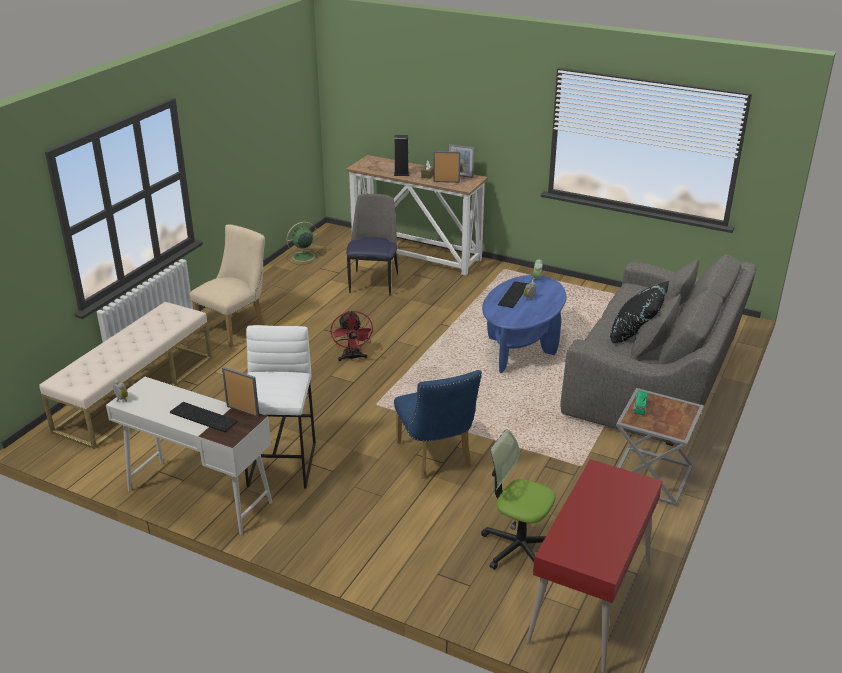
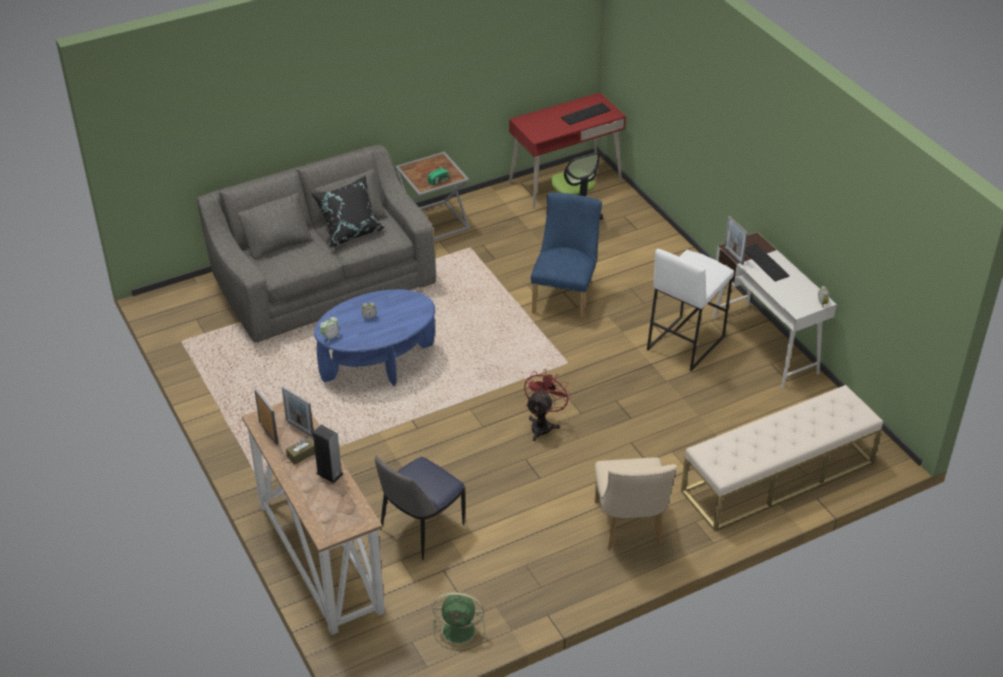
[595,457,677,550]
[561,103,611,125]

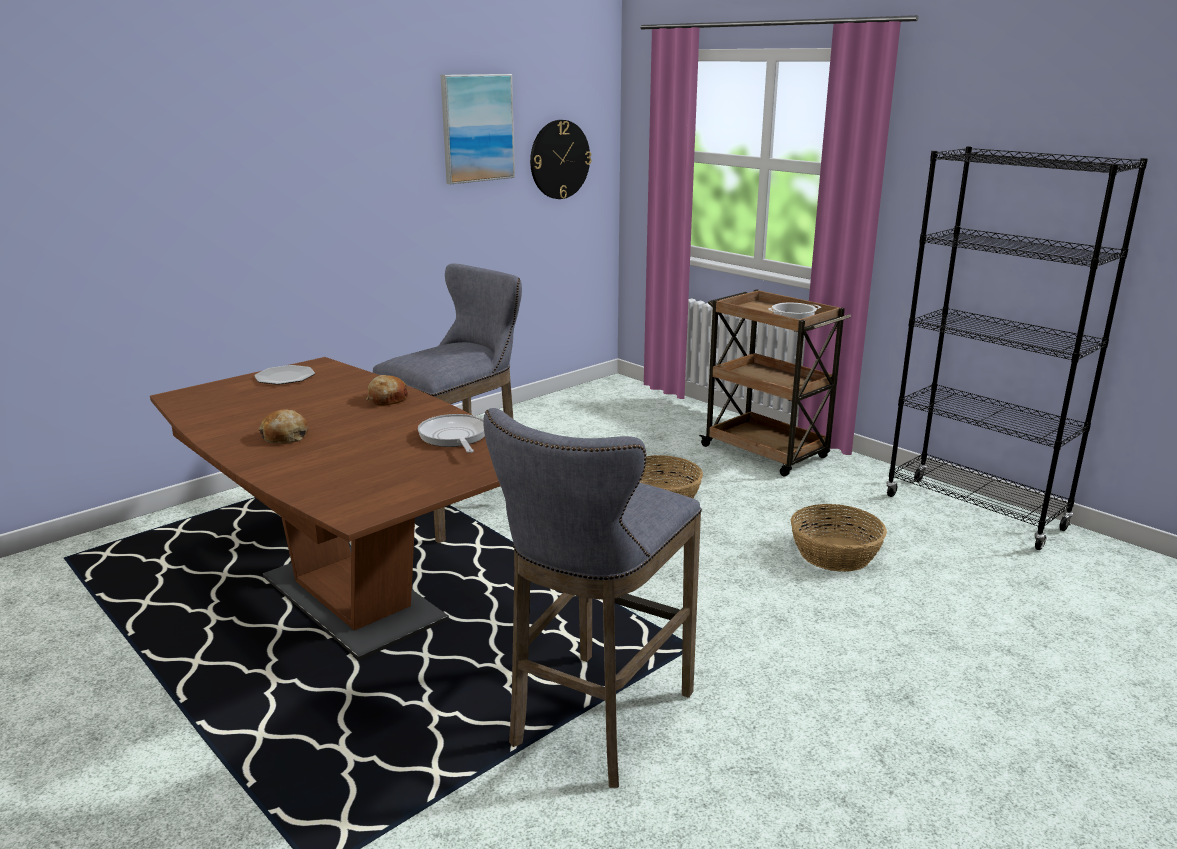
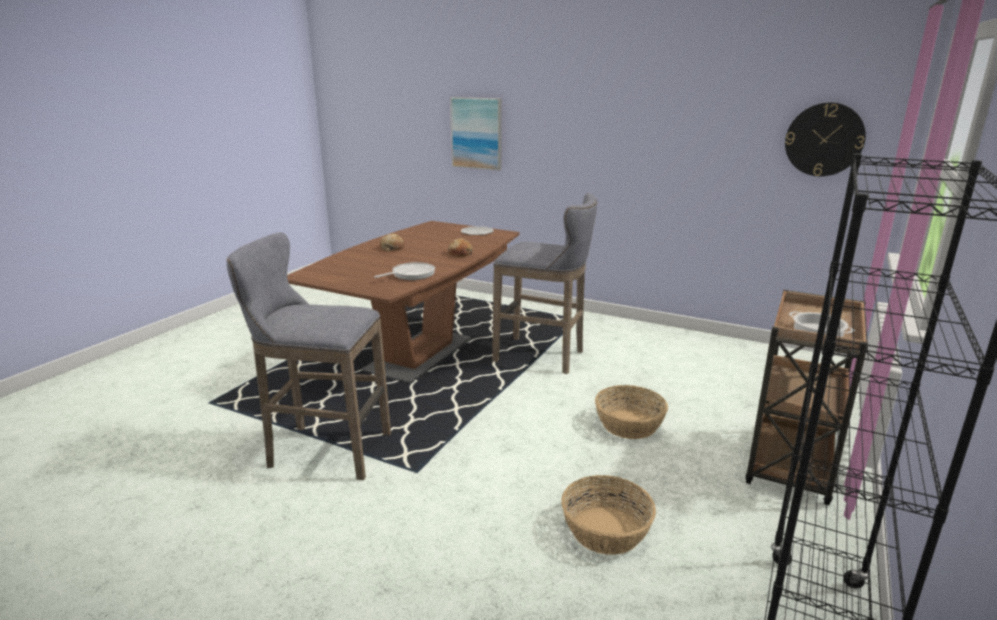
[450,97,501,171]

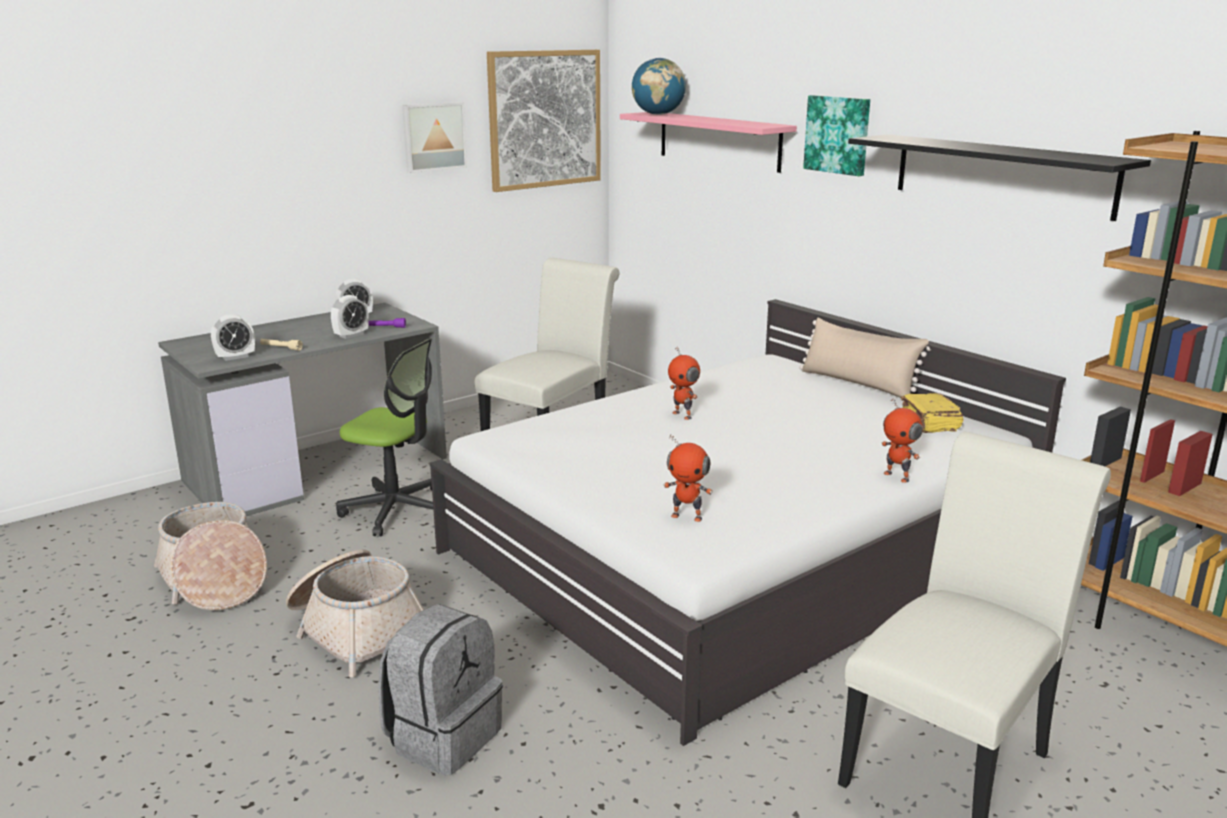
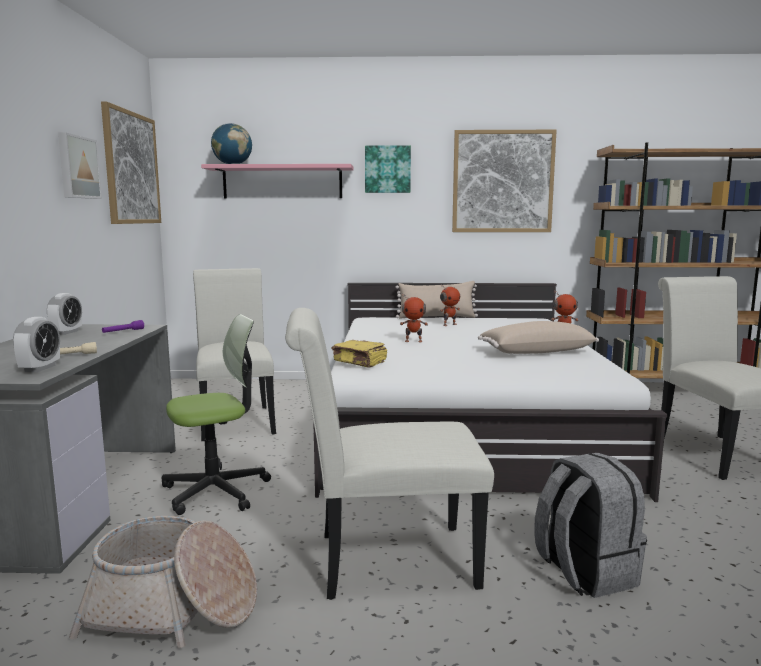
[452,130,557,232]
[331,295,369,339] (first image)
[332,340,387,367]
[439,285,460,326]
[285,308,494,600]
[478,321,599,354]

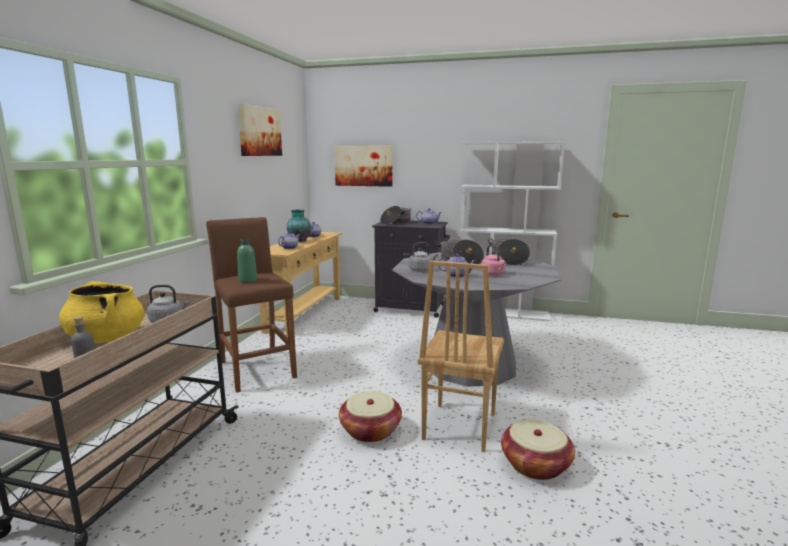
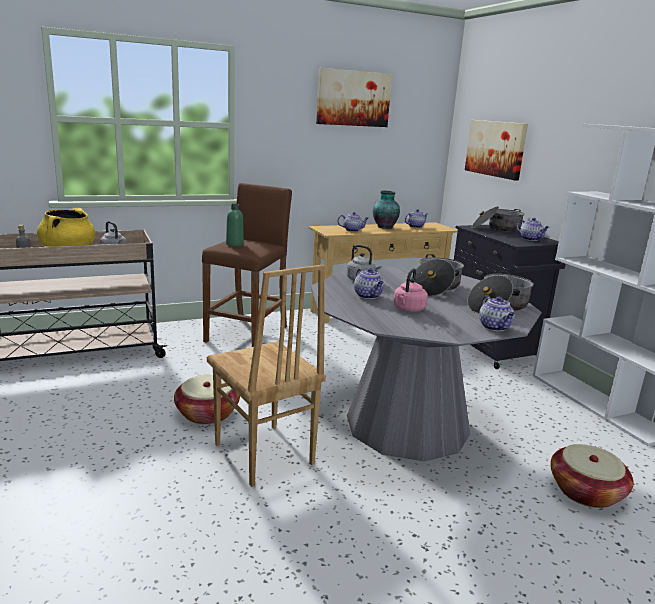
[207,265,326,487]
[550,444,634,508]
[479,295,515,331]

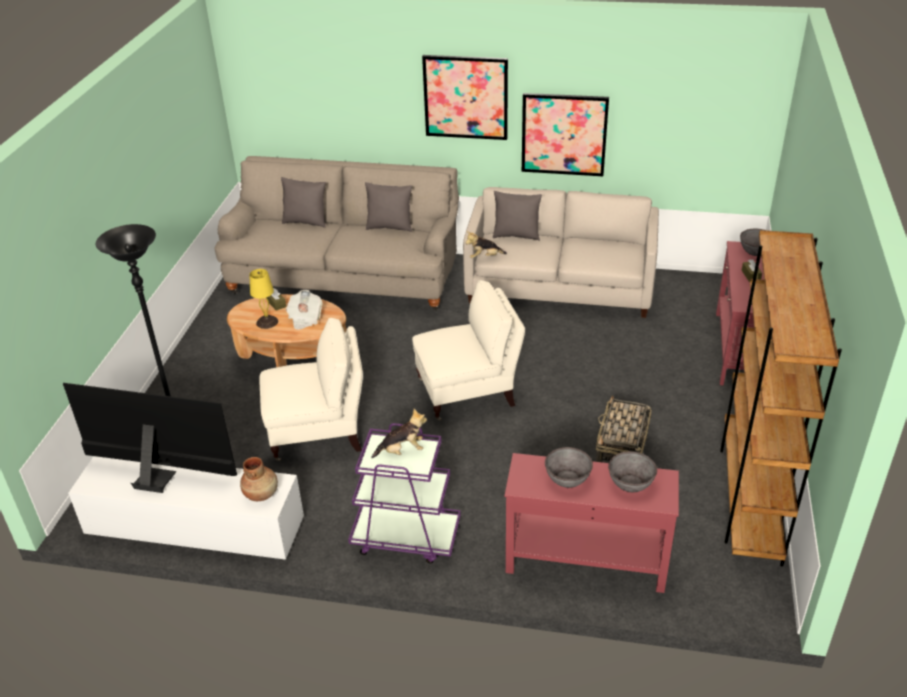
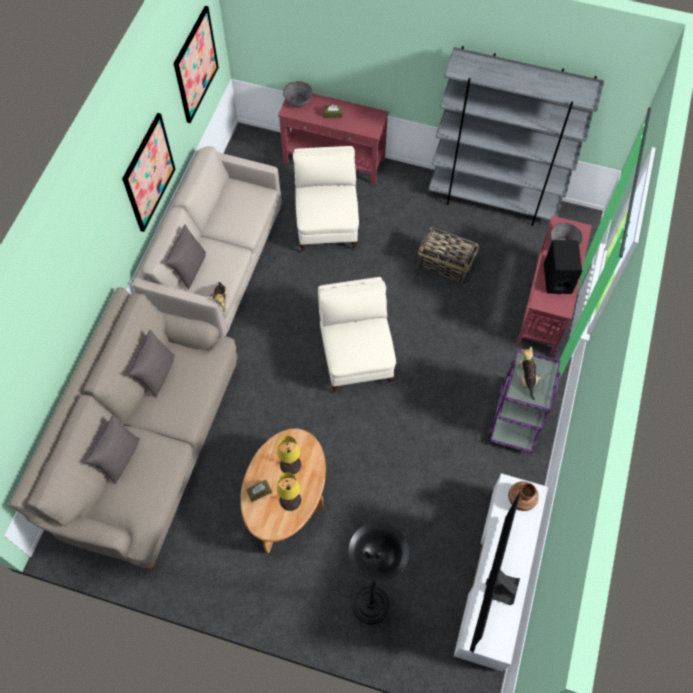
[174,6,219,123]
[429,46,604,226]
[277,436,301,475]
[293,146,359,252]
[544,240,582,294]

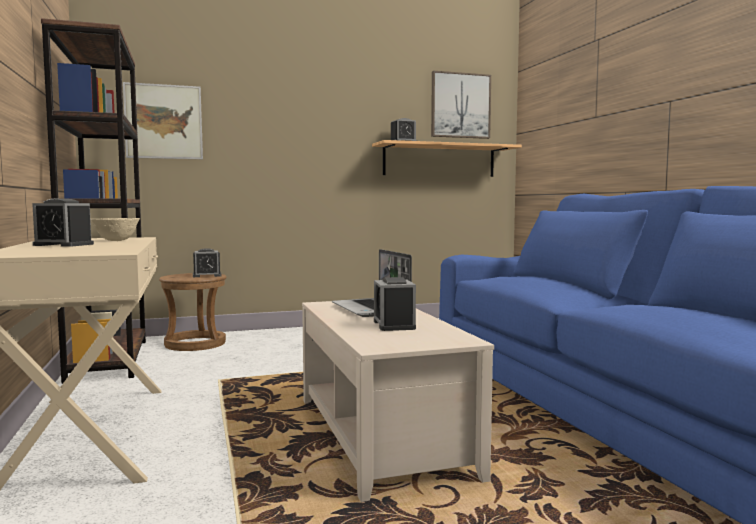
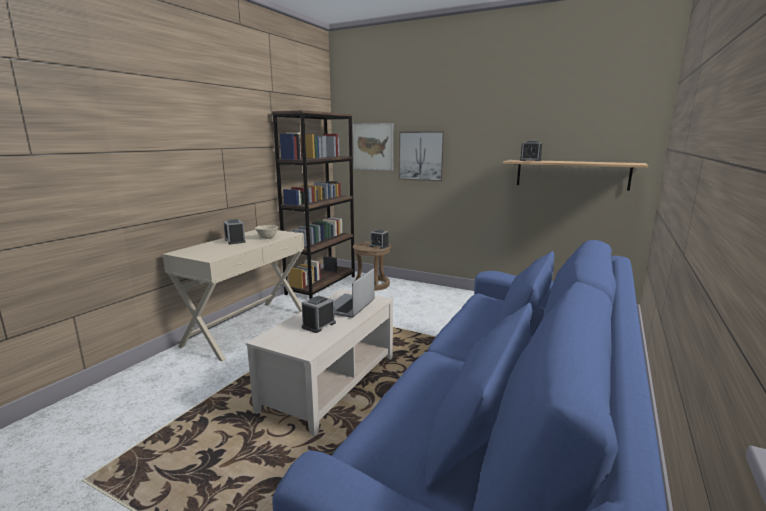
[398,131,445,181]

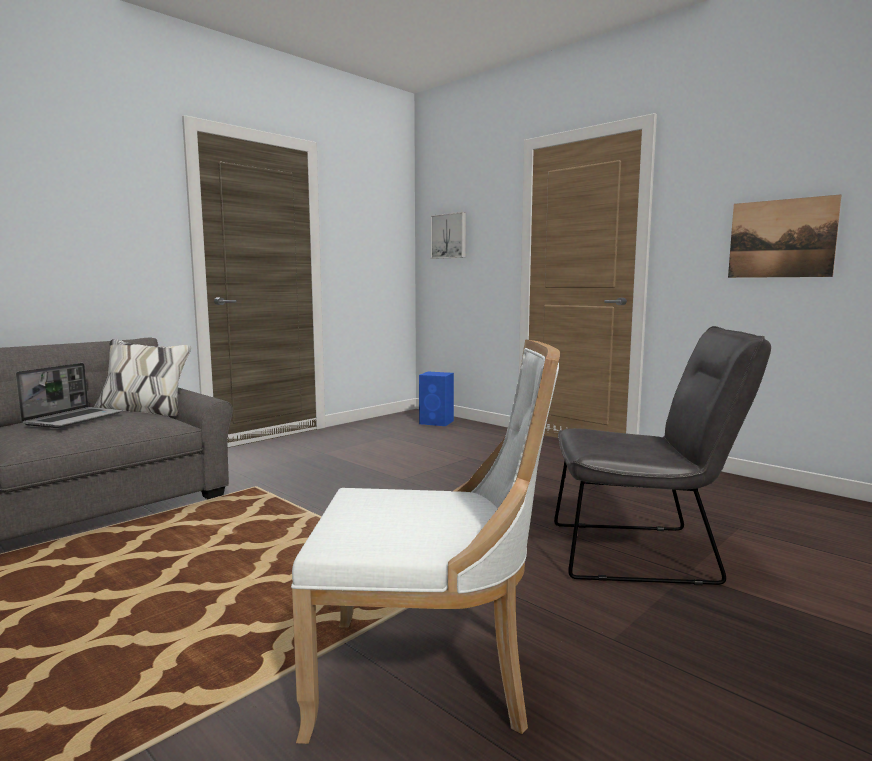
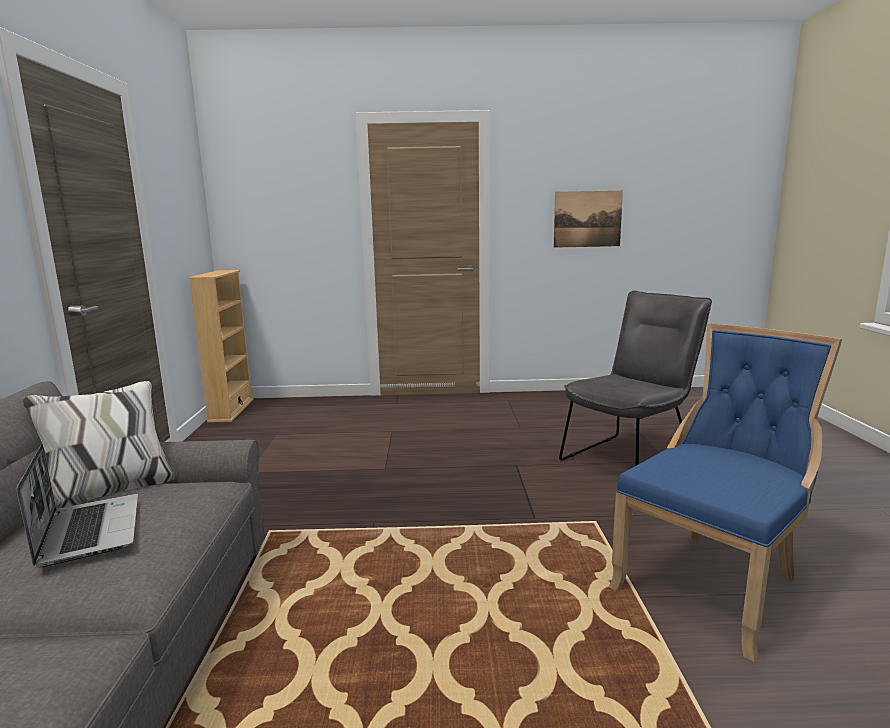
[431,212,466,259] (first image)
[609,324,842,662]
[419,372,454,426] (first image)
[189,270,254,423]

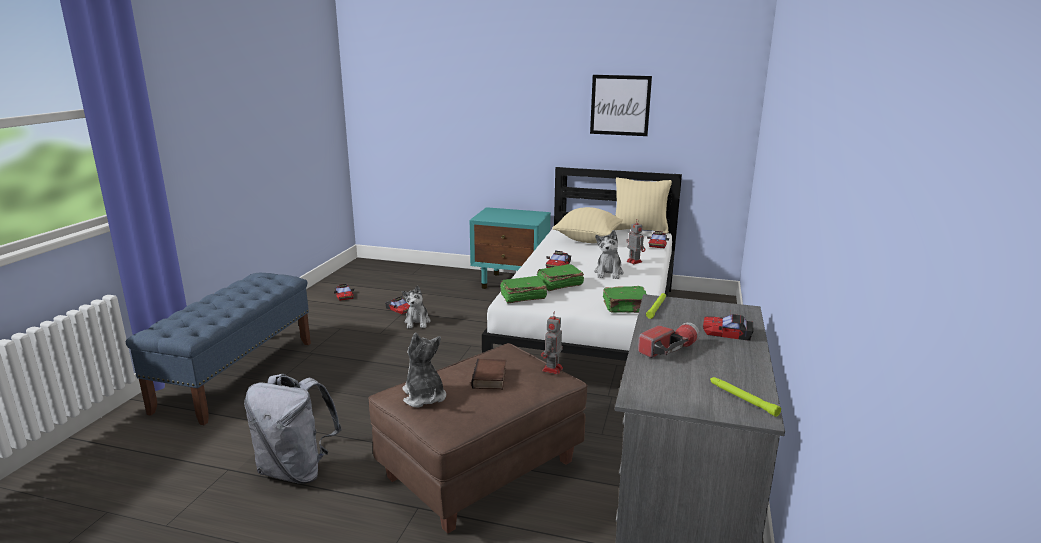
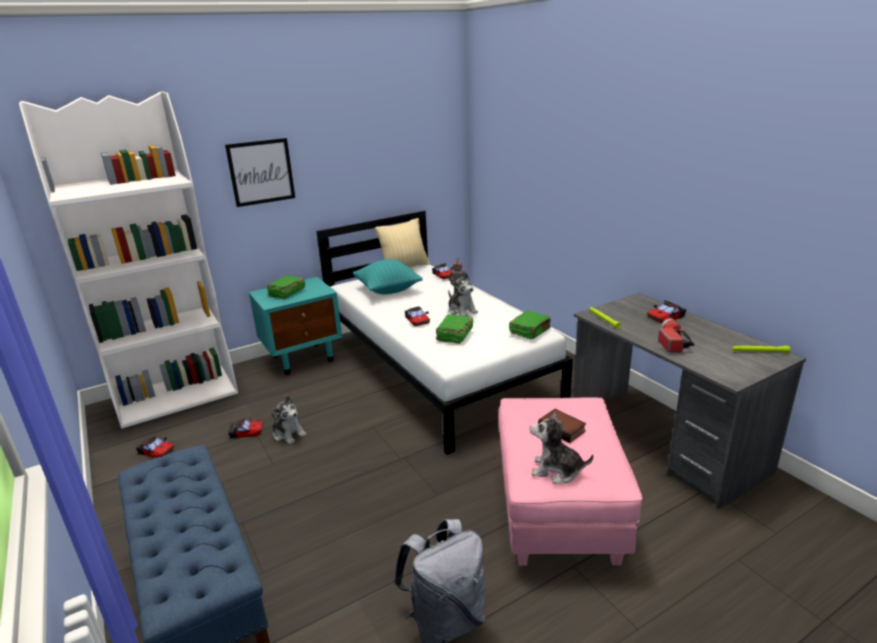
[225,138,295,207]
[353,259,422,294]
[267,275,305,299]
[541,311,563,374] (first image)
[498,397,642,565]
[19,91,238,428]

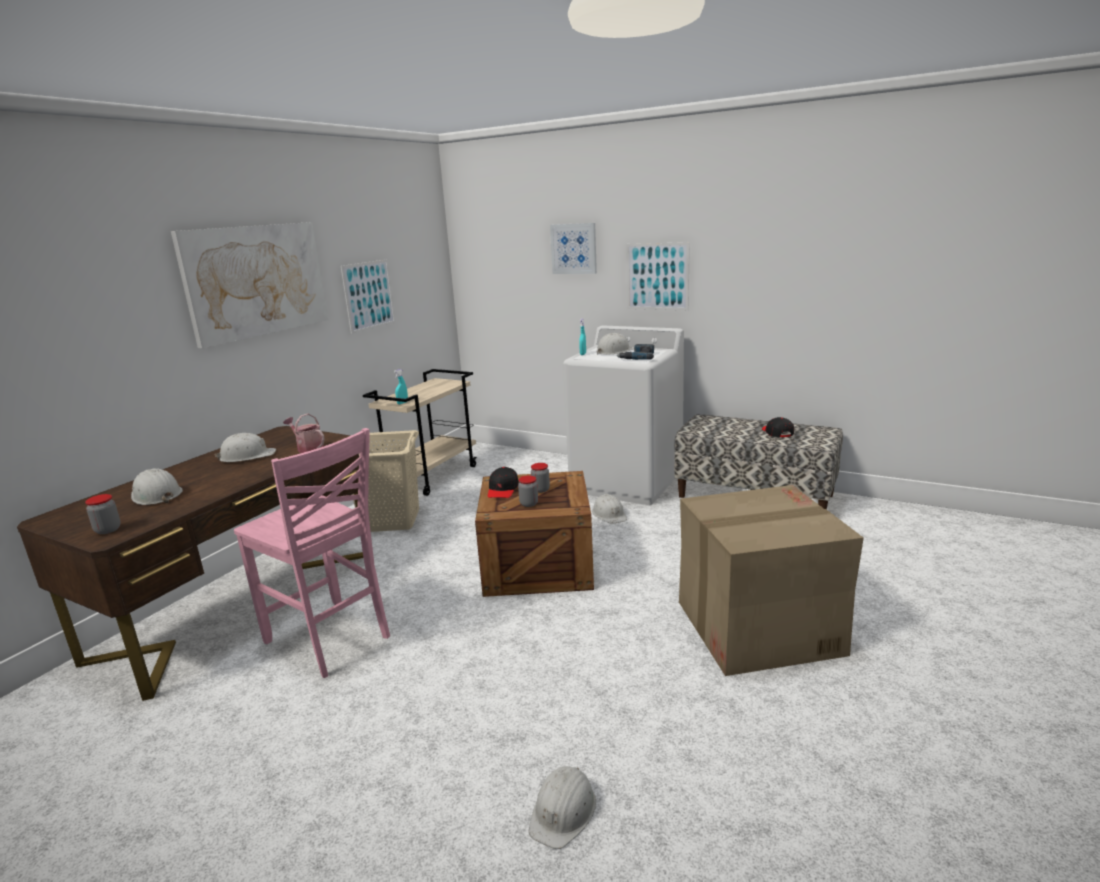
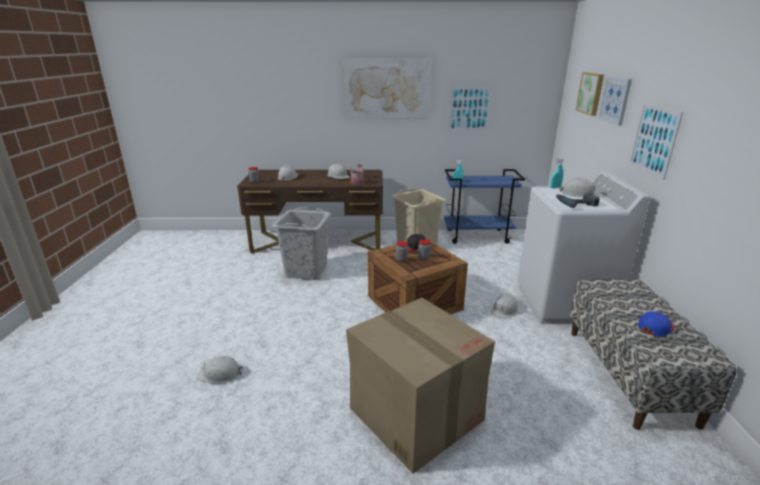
[444,169,525,244]
[638,311,674,336]
[272,207,331,280]
[576,72,604,116]

